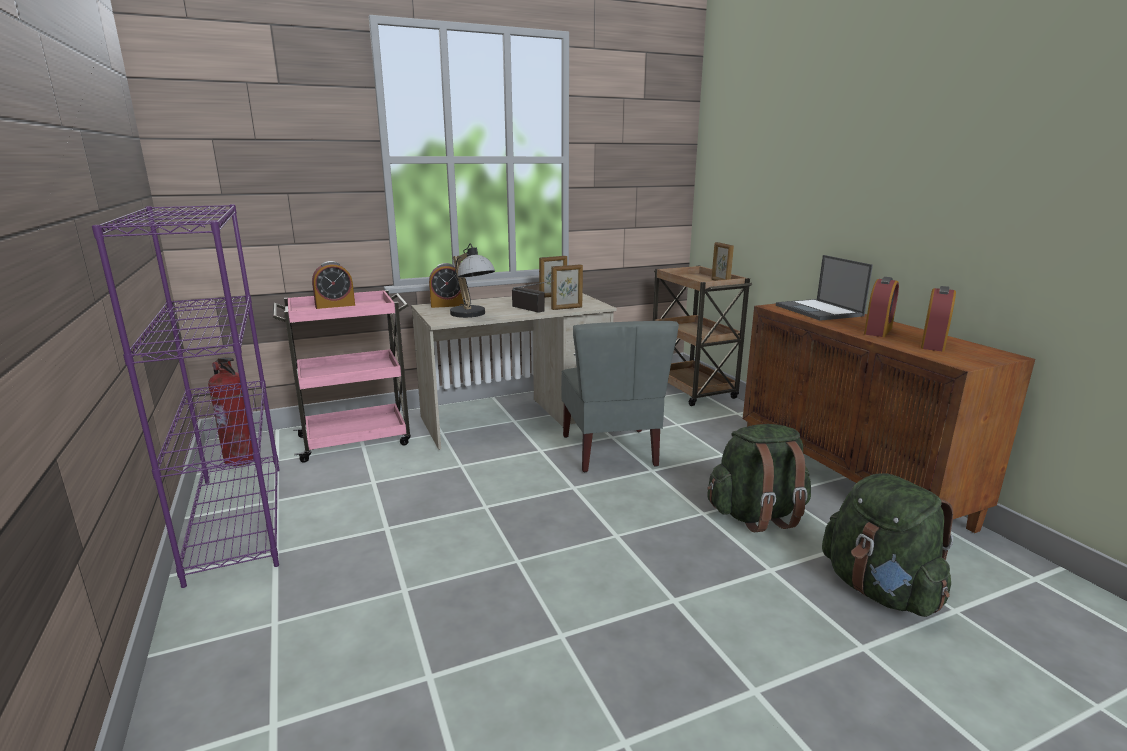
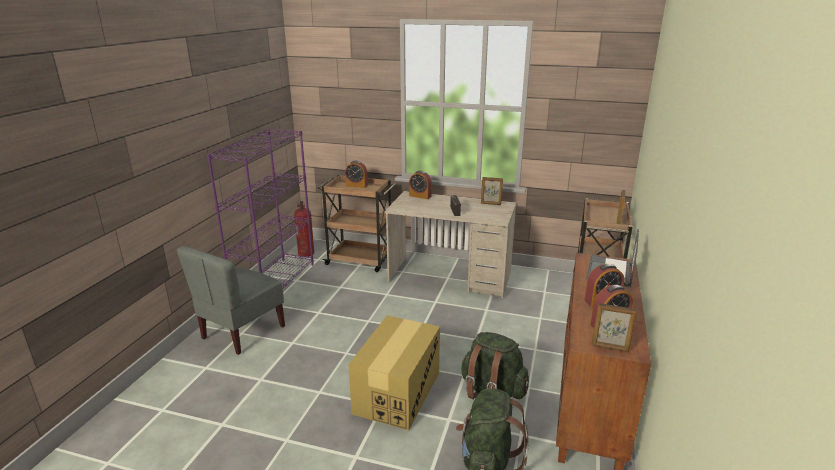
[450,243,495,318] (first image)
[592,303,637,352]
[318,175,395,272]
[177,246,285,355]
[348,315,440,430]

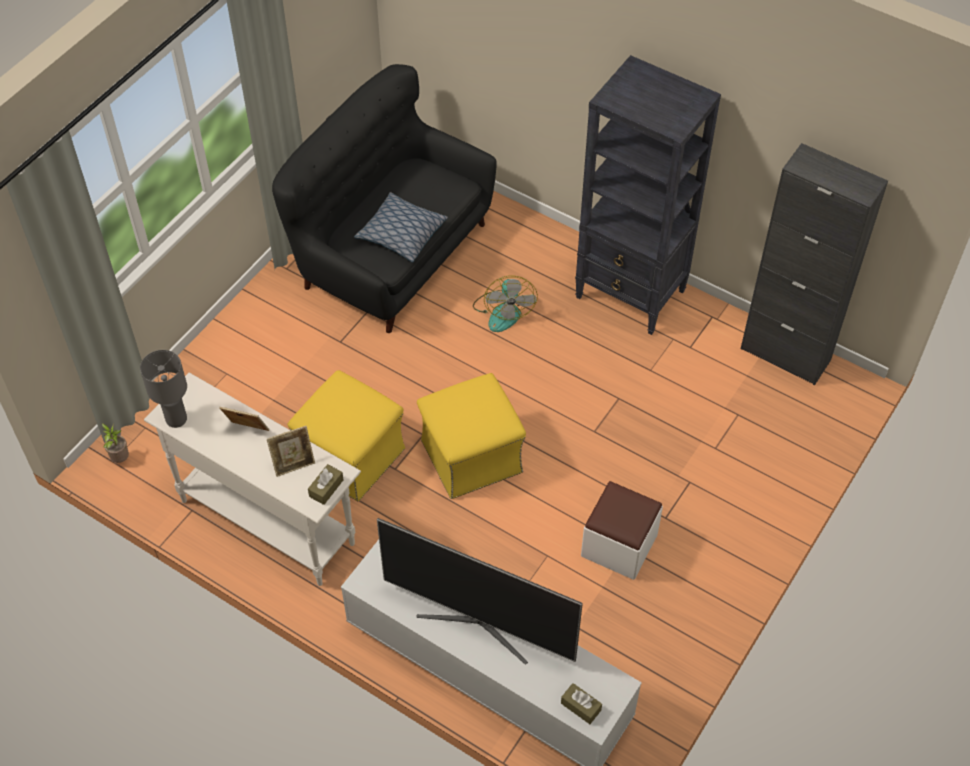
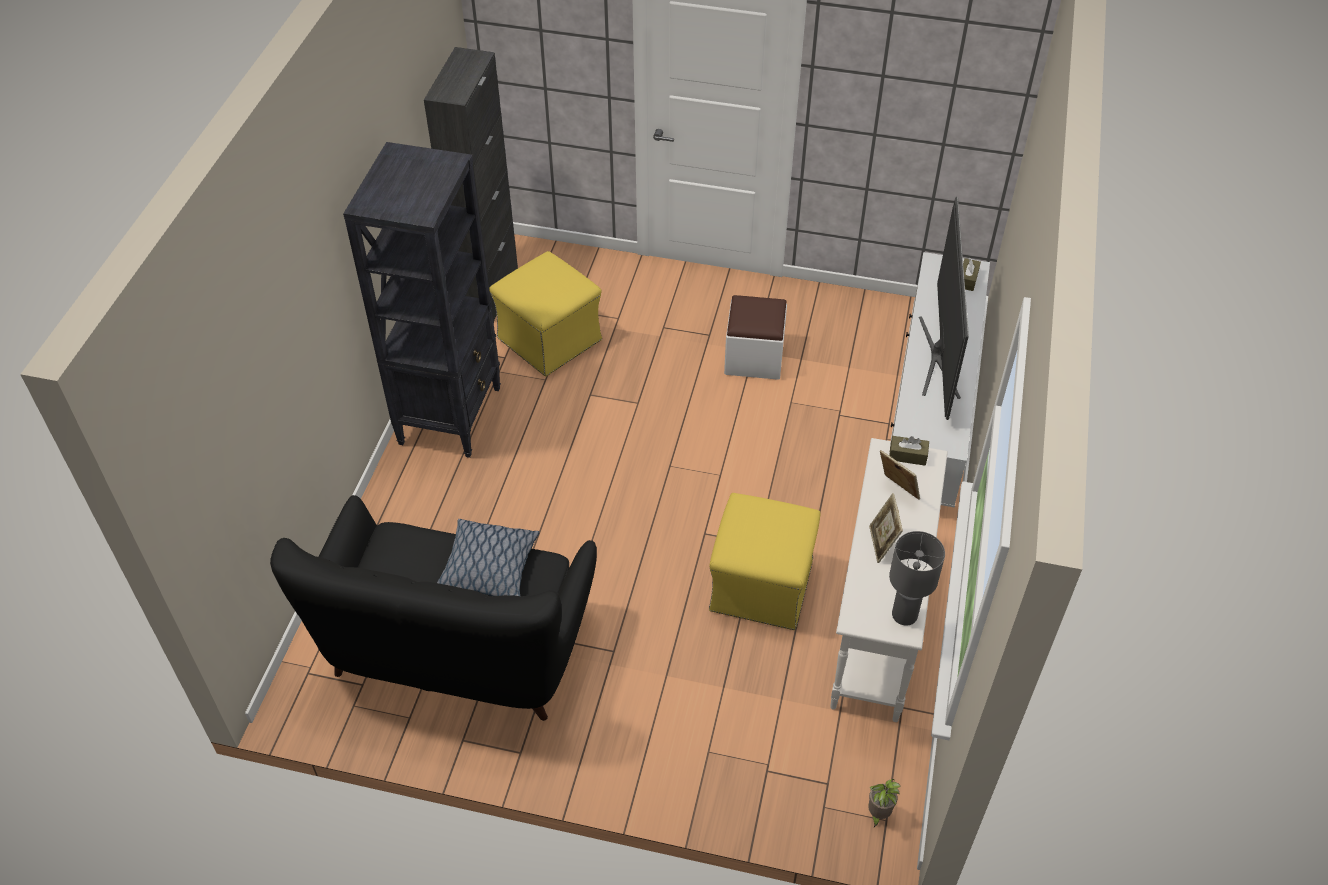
[473,276,538,332] (first image)
[489,251,602,376]

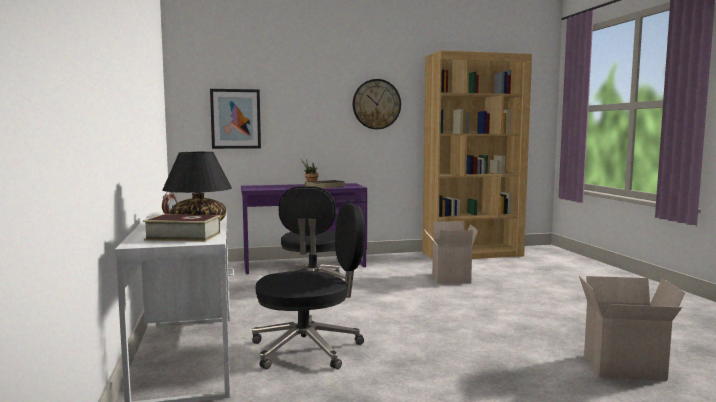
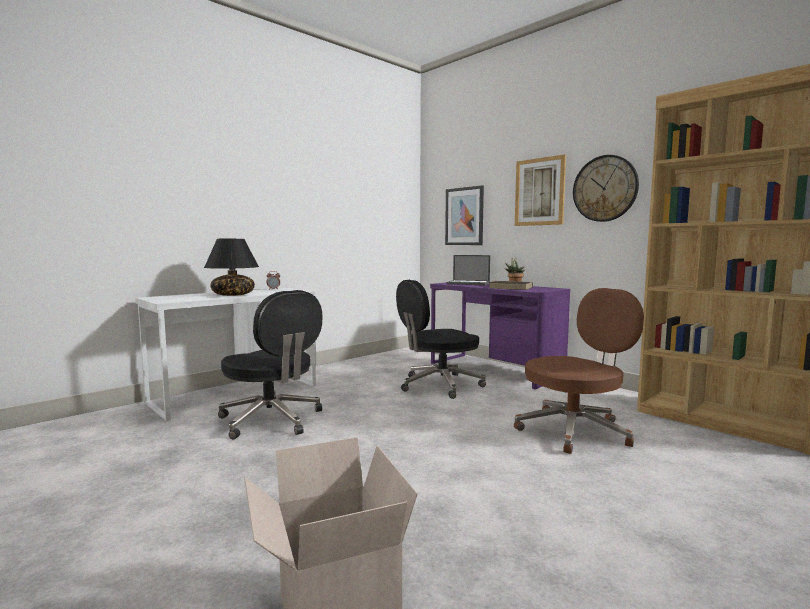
[143,214,221,242] (first image)
[514,288,644,454]
[515,154,566,226]
[447,255,490,285]

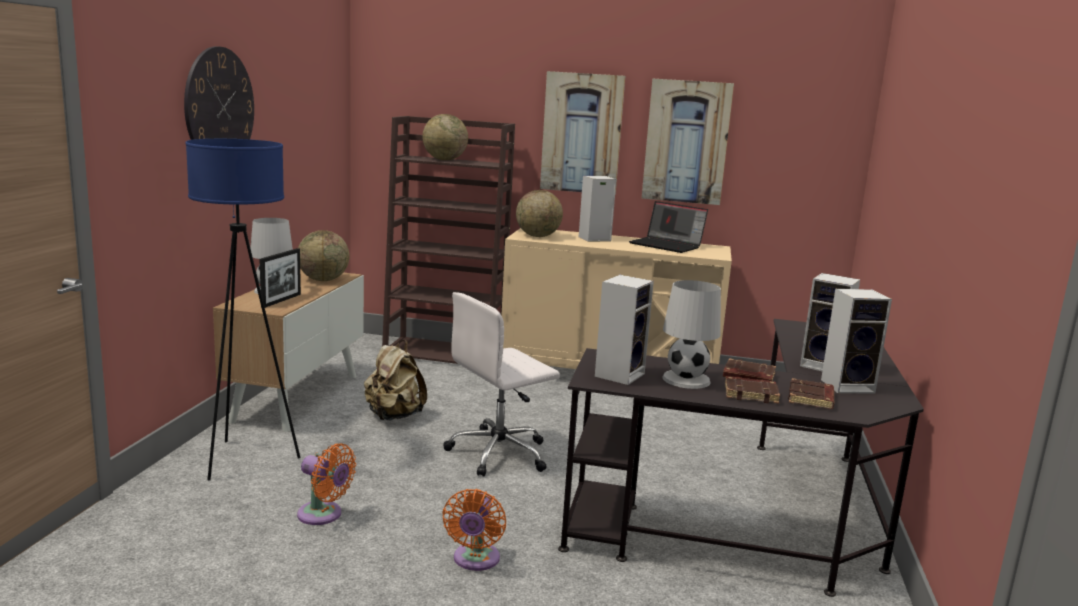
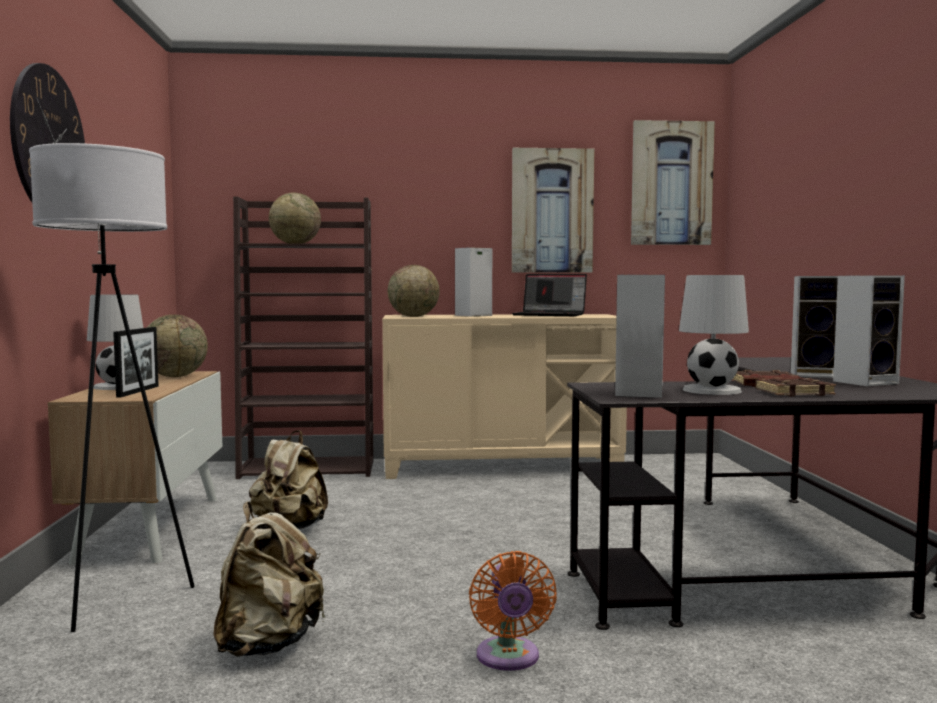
[631,120,715,245]
[29,143,195,632]
[443,292,560,477] (first image)
[788,378,834,409] (first image)
[213,501,325,657]

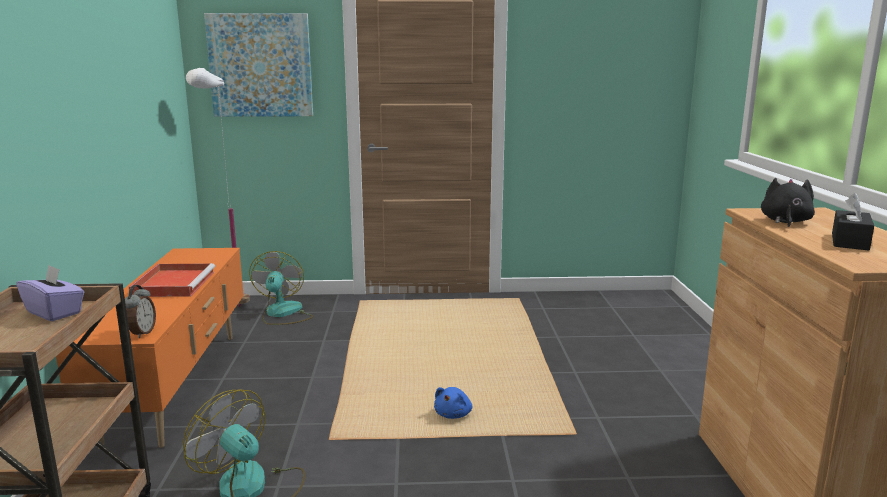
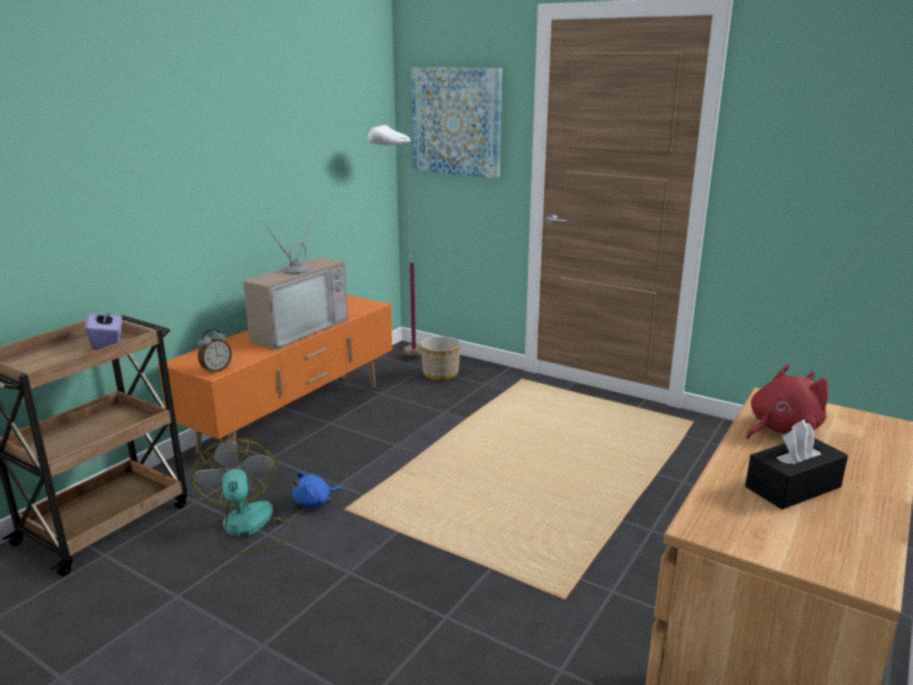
[746,364,828,439]
[420,336,461,381]
[243,212,348,350]
[292,471,343,507]

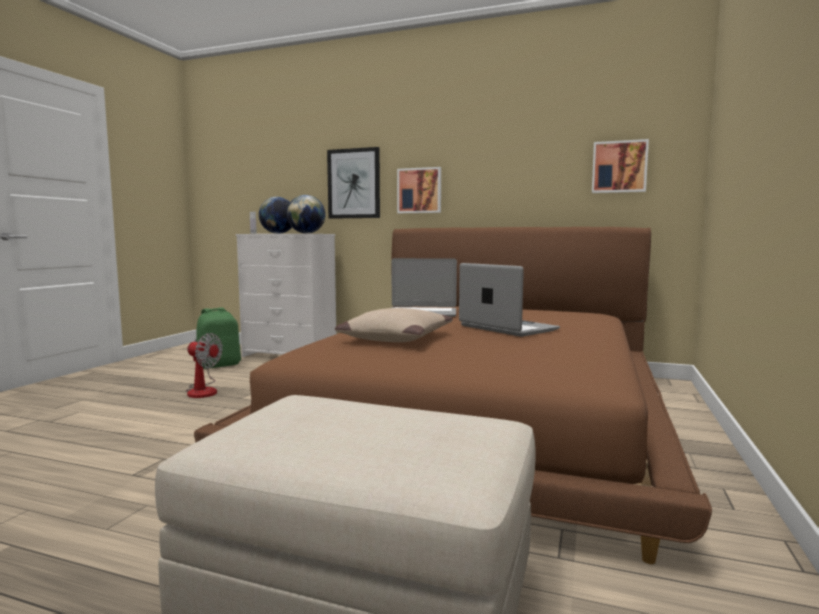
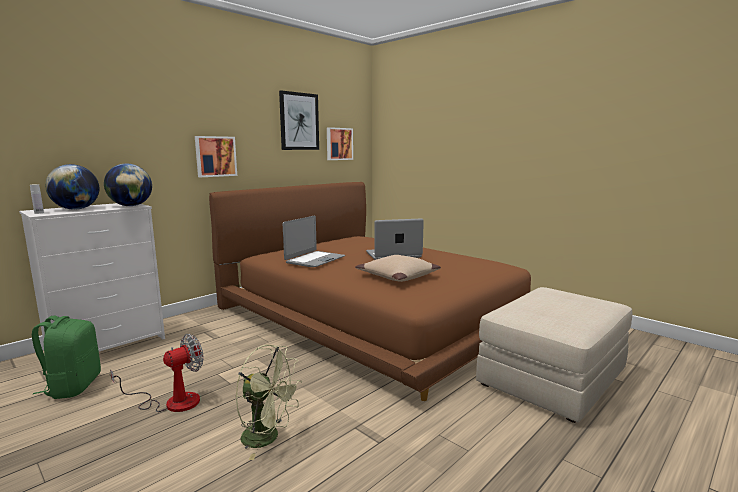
[279,90,319,150]
[235,344,302,460]

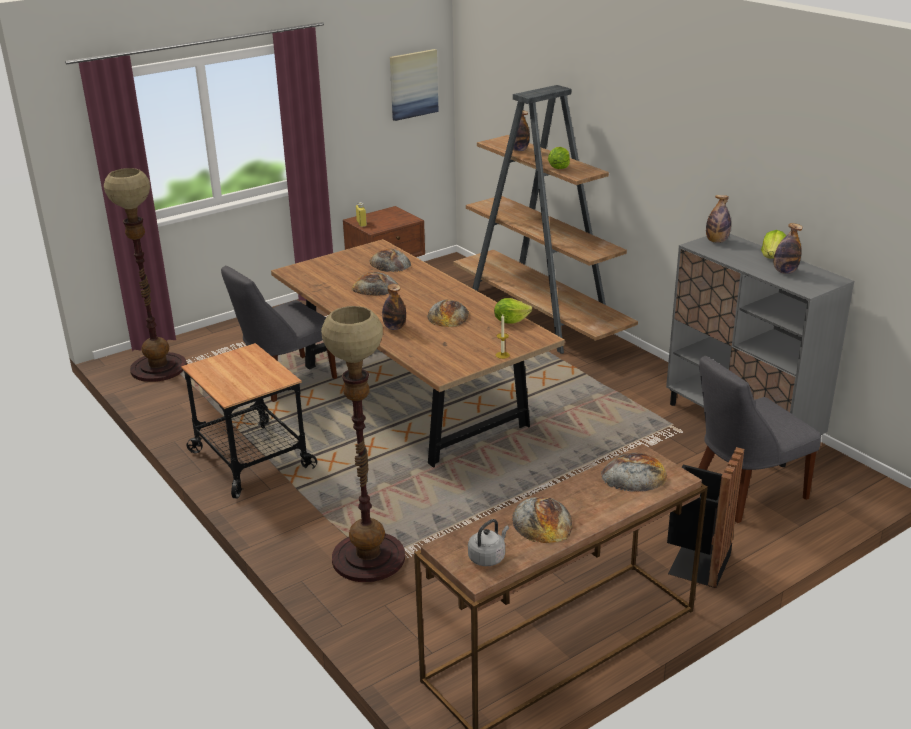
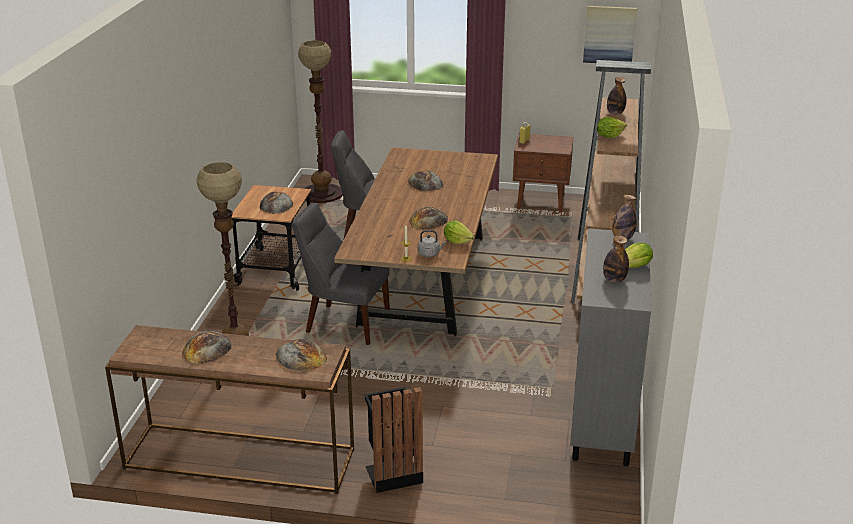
[260,192,293,214]
[382,284,406,330] (first image)
[292,203,390,345]
[418,230,446,257]

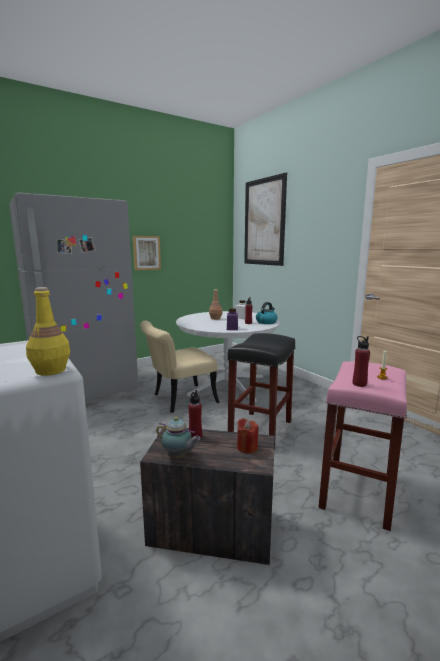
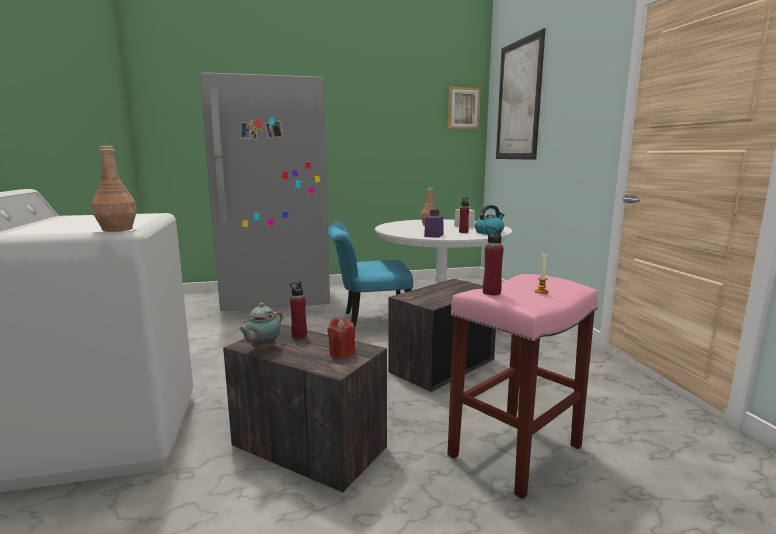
[448,87,481,129]
[92,146,137,232]
[328,221,413,327]
[388,278,496,392]
[238,303,283,350]

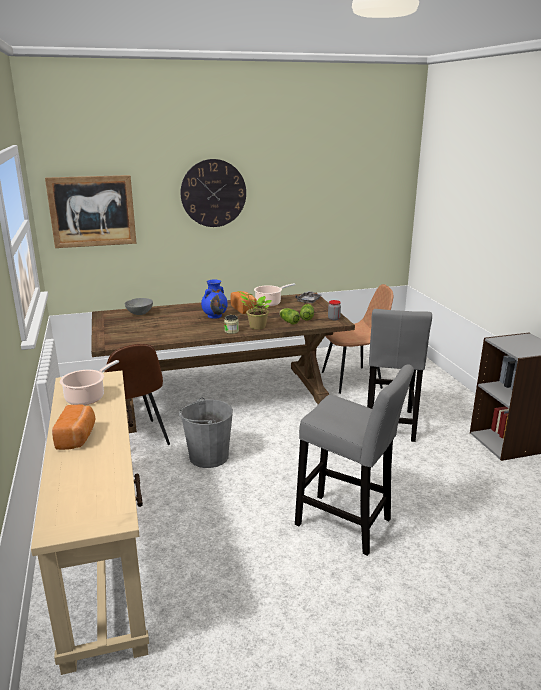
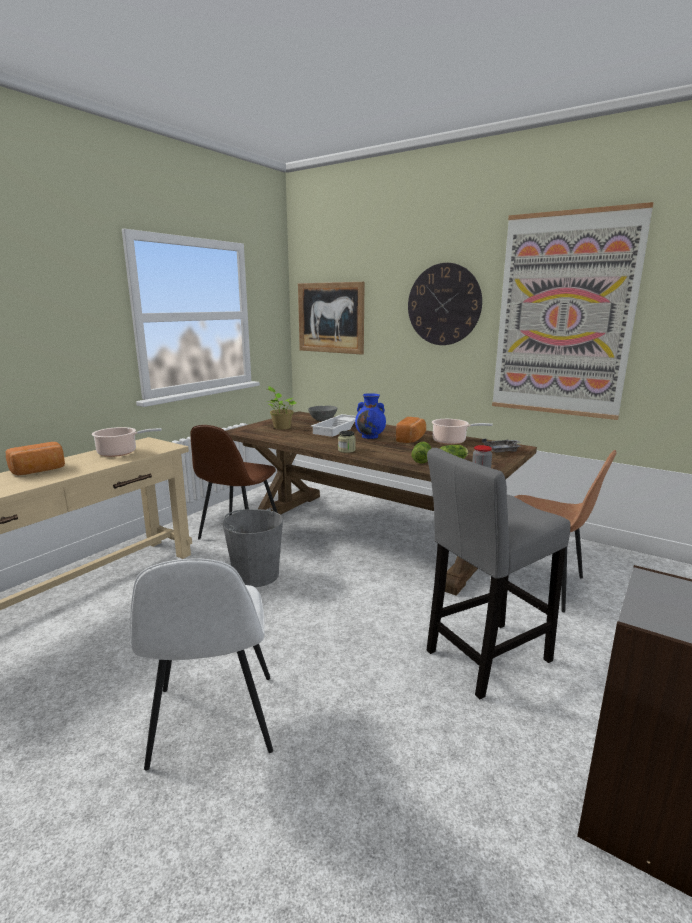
[267,386,297,430]
[130,559,273,770]
[492,202,654,420]
[311,414,356,437]

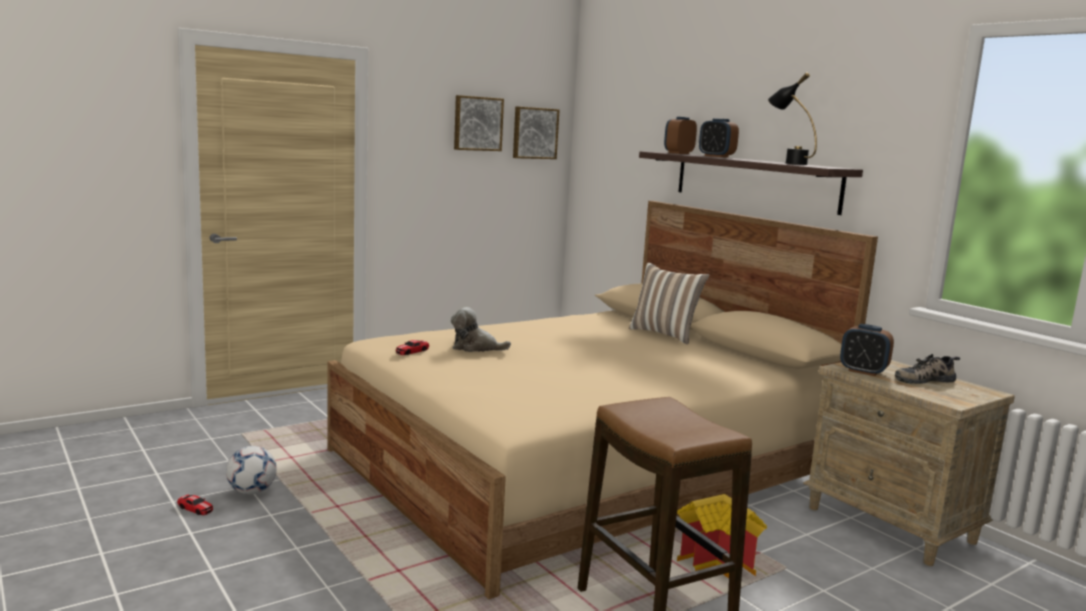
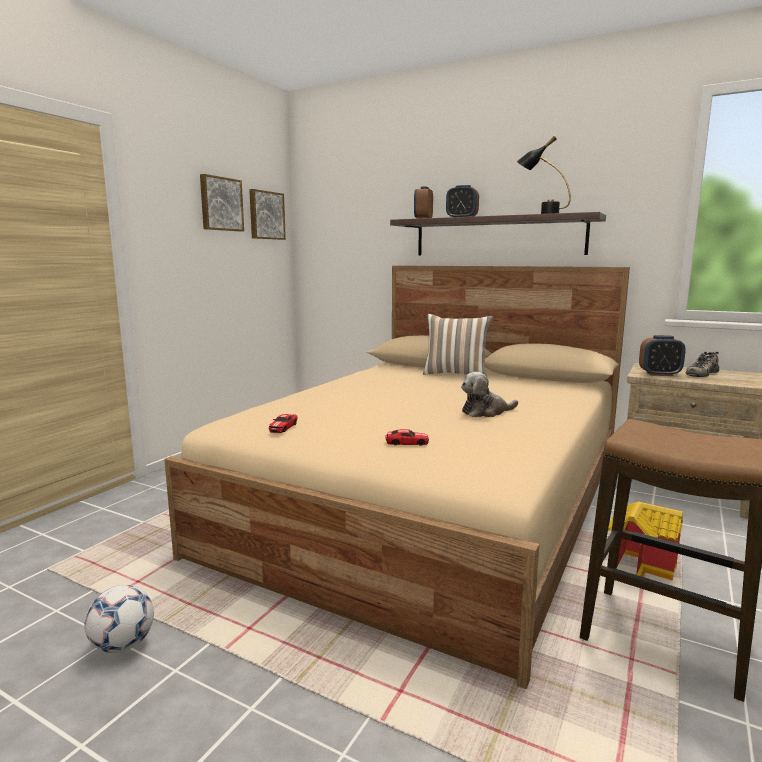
[461,372,518,417]
[385,429,429,446]

